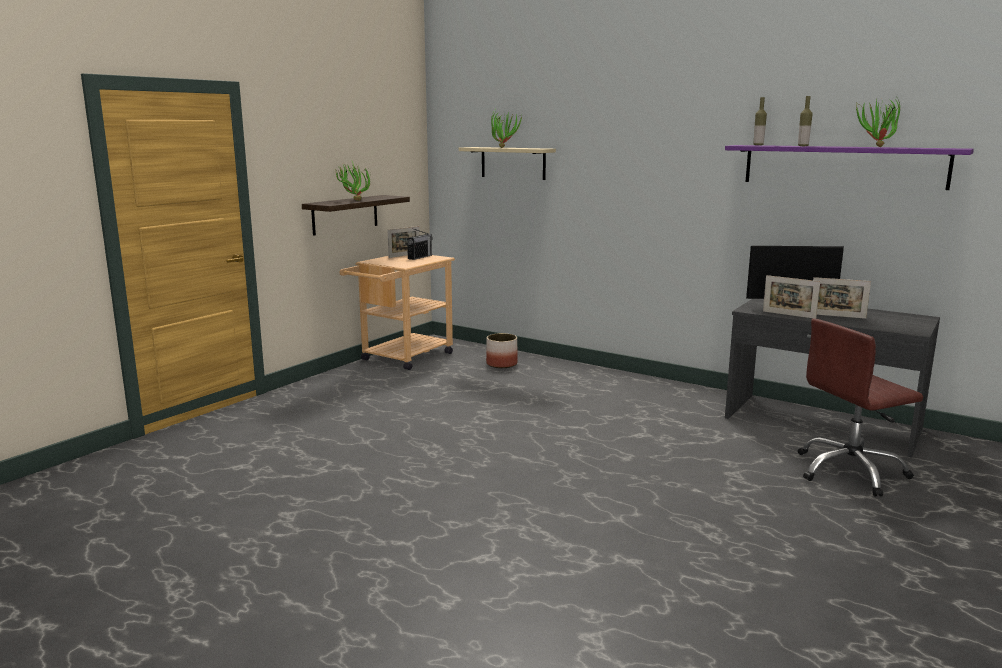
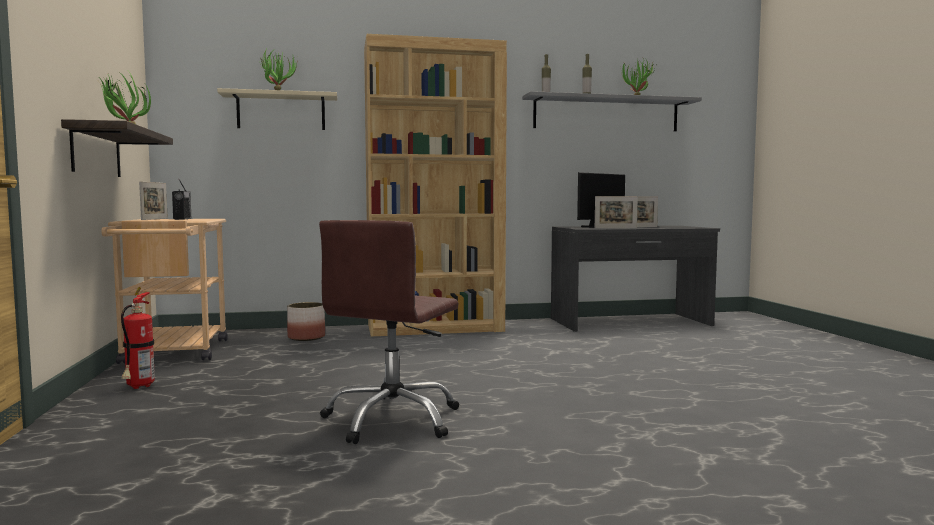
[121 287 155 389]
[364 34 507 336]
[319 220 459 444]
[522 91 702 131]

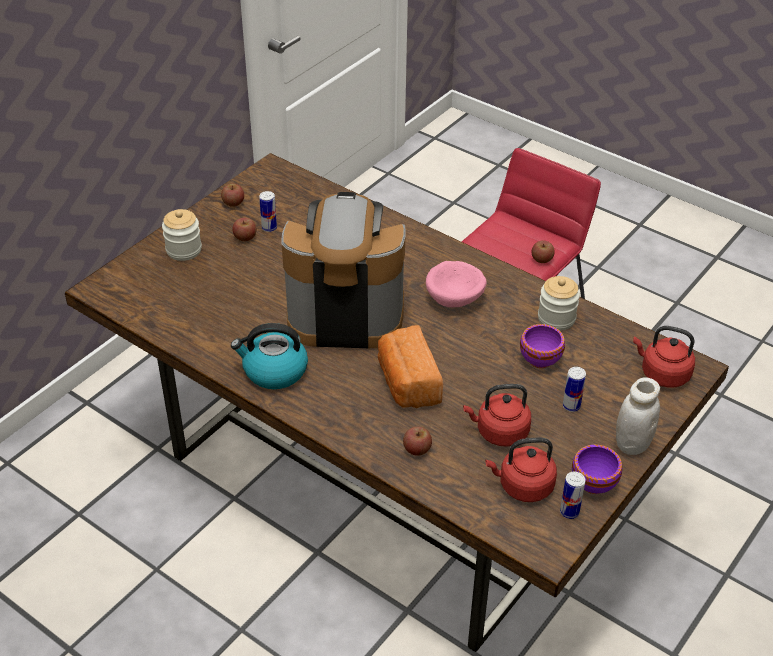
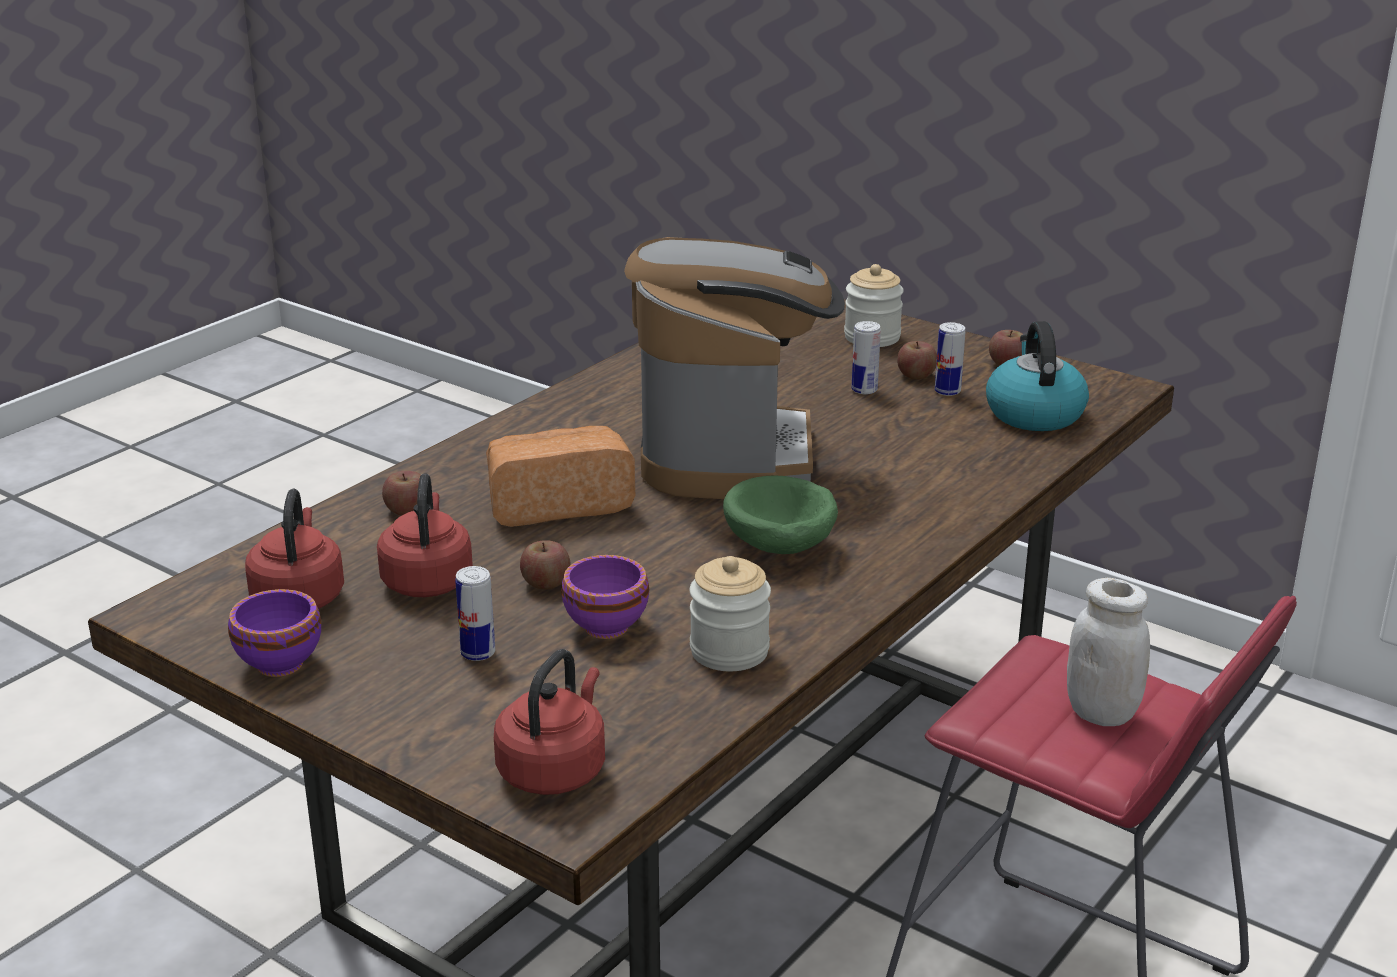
[986 321 1089 431]
[520 540 570 590]
[851 321 881 394]
[1067 578 1150 726]
[723 476 838 554]

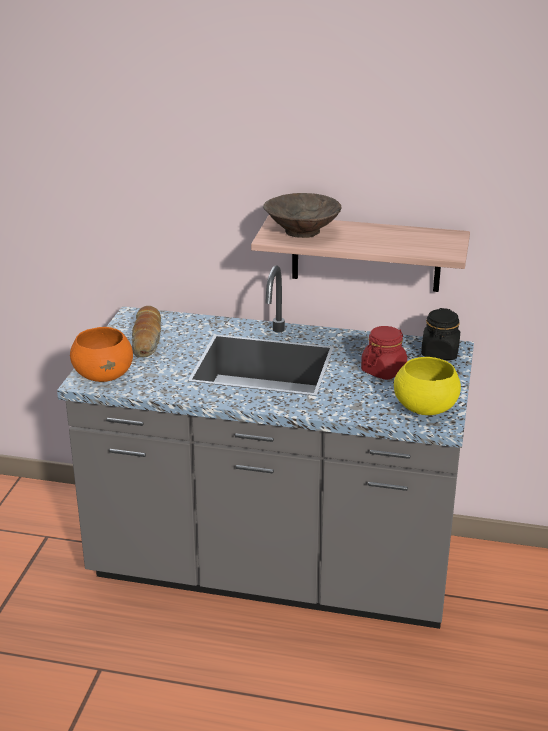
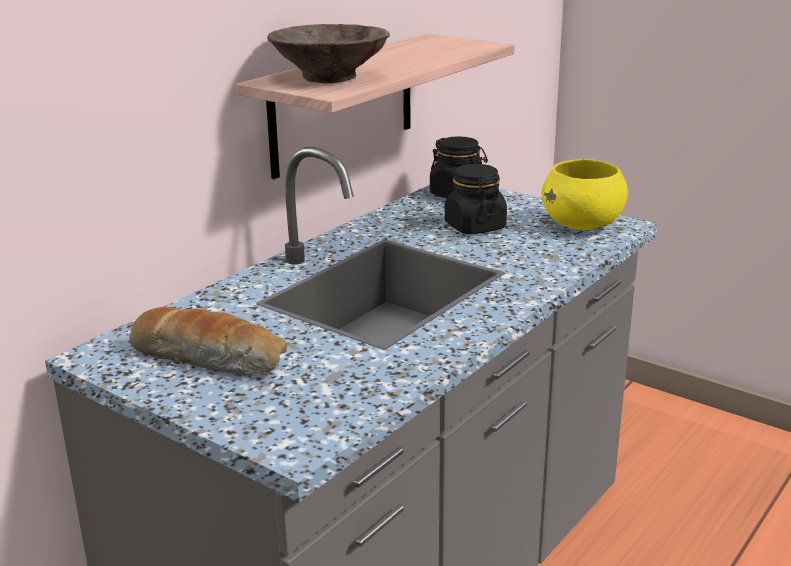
[70 327 133 382] (first image)
[445 164 507 234]

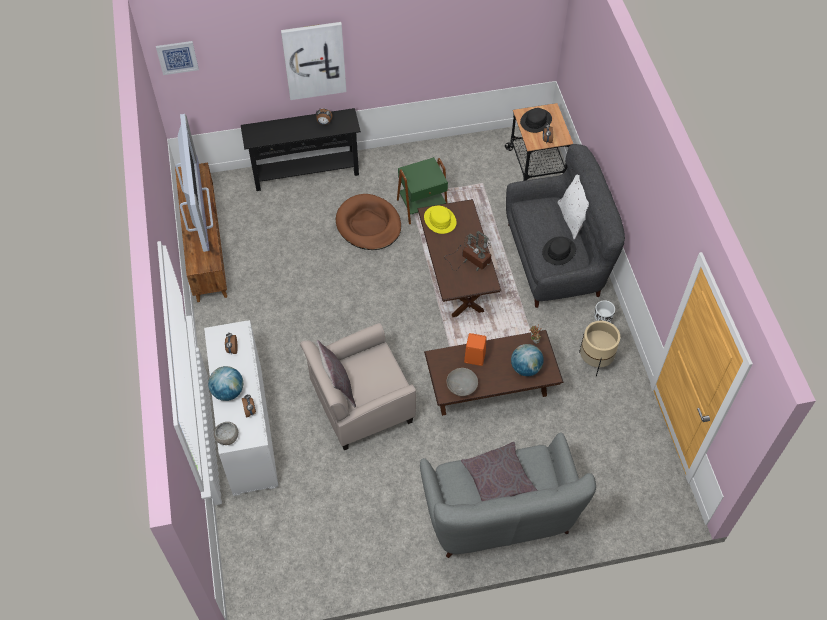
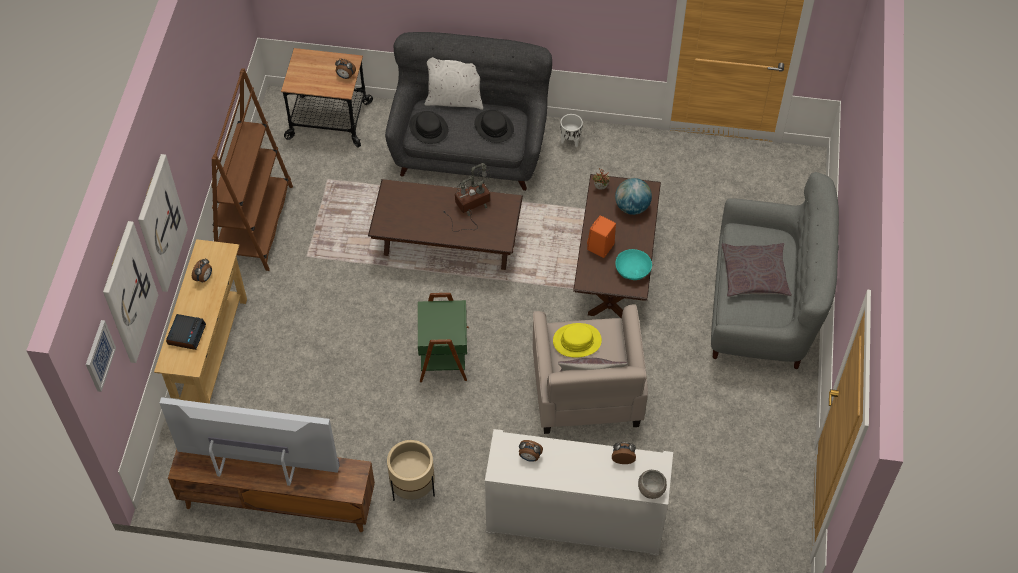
[208 366 243 401] (first image)
[336 194 401 250] (first image)
[103 221 158 363]
[166 314 206 350]
[212 69 293 271]
[418 293 469 383]
[553 323 602 358]
[409 111 448 144]
[387 440 435 501]
[154 239 247 404]
[615 249 652 280]

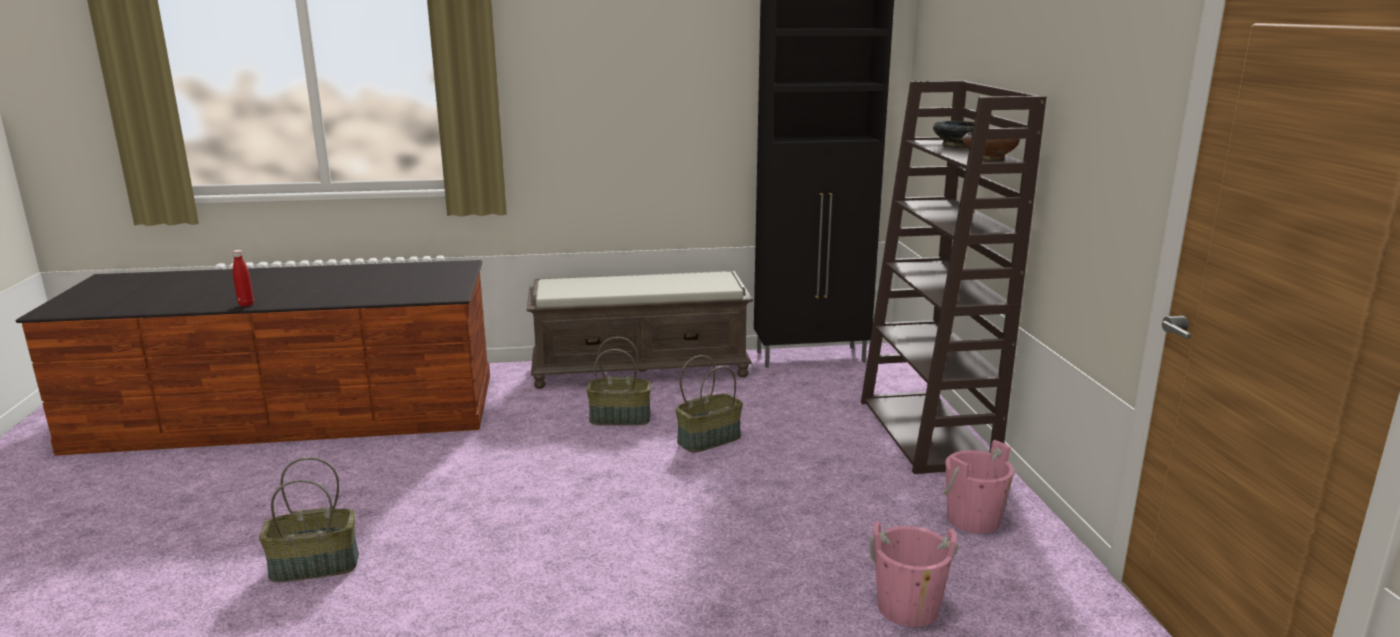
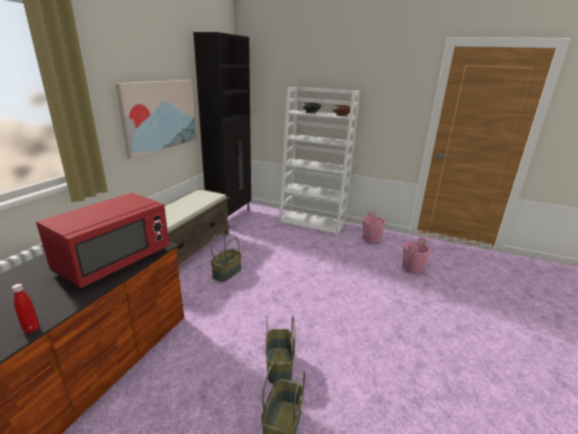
[36 193 169 288]
[115 80 196 159]
[265 315 295 384]
[279 87 360 236]

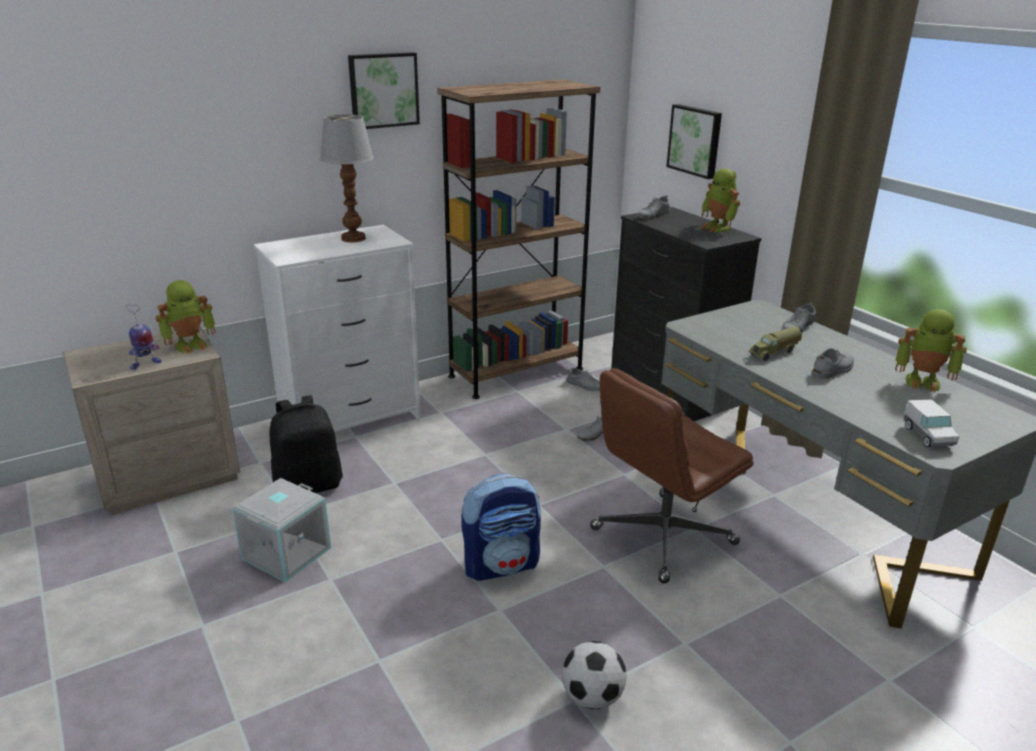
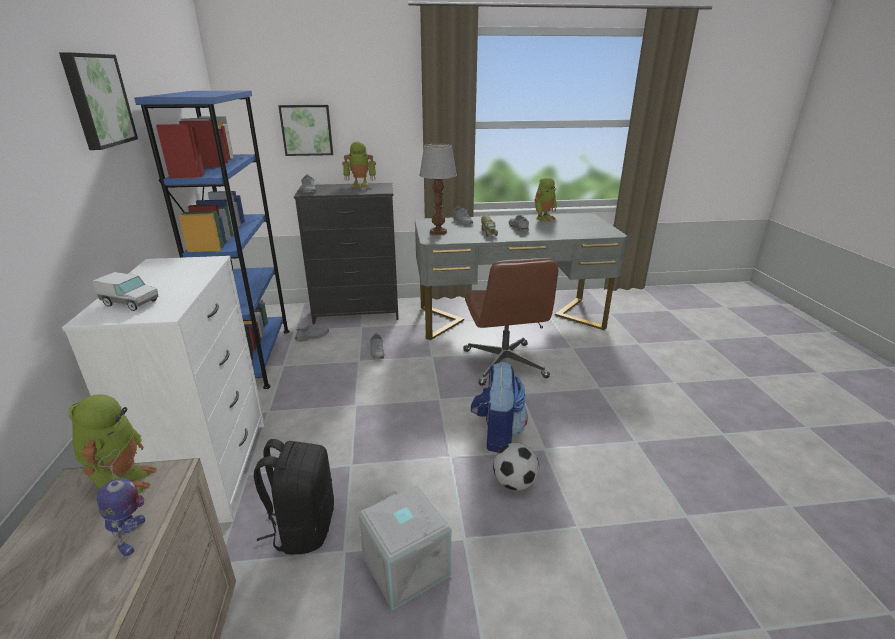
[419 144 457 235]
[493 443 539 490]
[92 272 158 311]
[134 91 290 389]

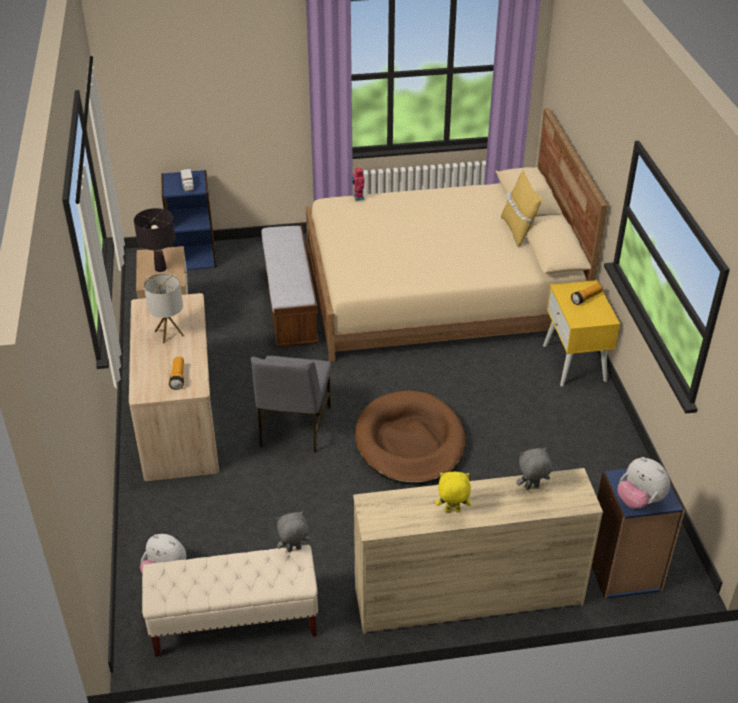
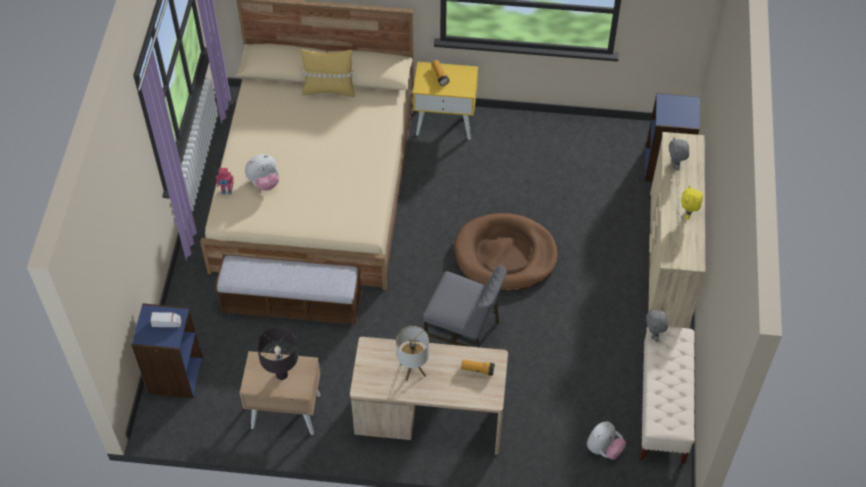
[245 154 279 191]

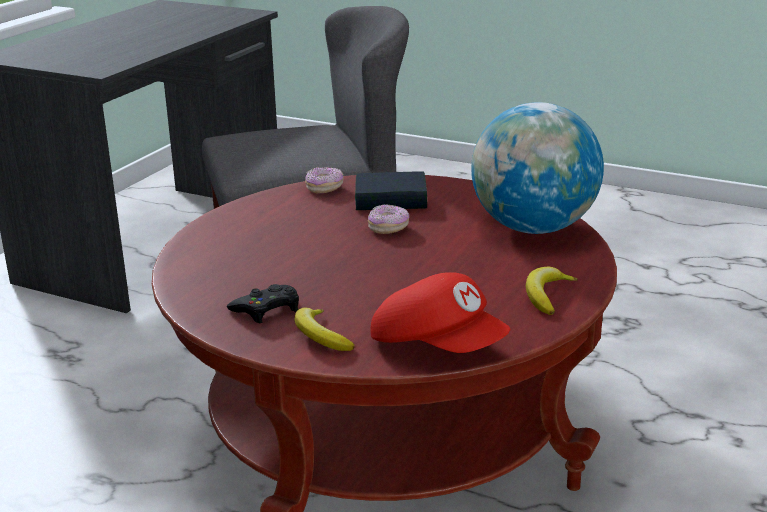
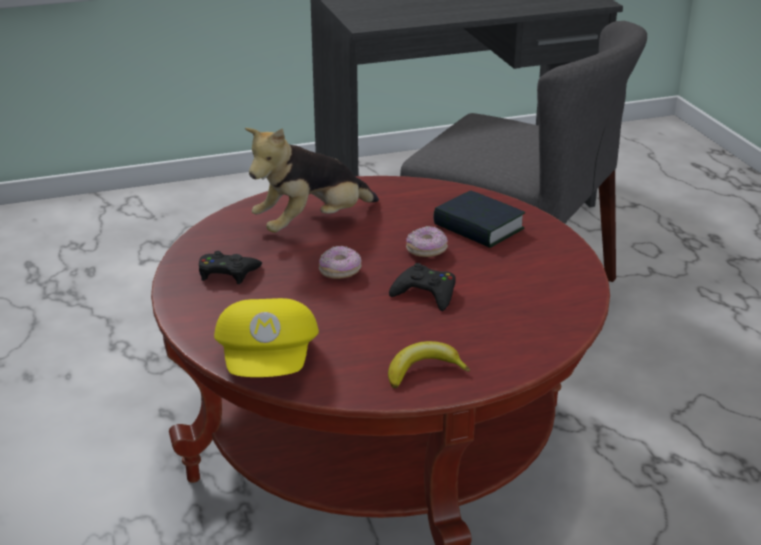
[295 308 355 351] (first image)
[471 102 604 234] (first image)
[245 128 379 233]
[389 263 456 311]
[319 246 362 279]
[214 298 319 377]

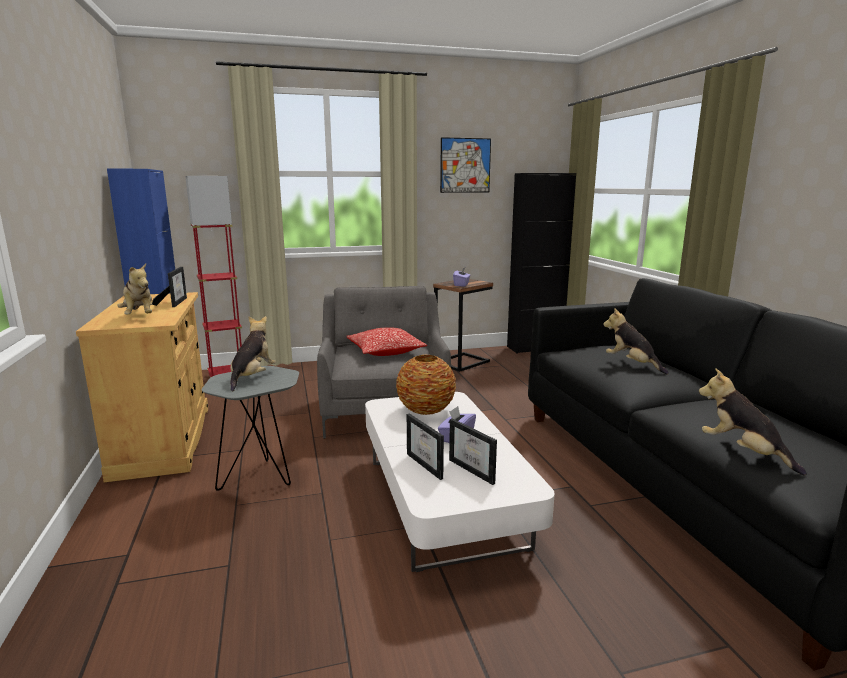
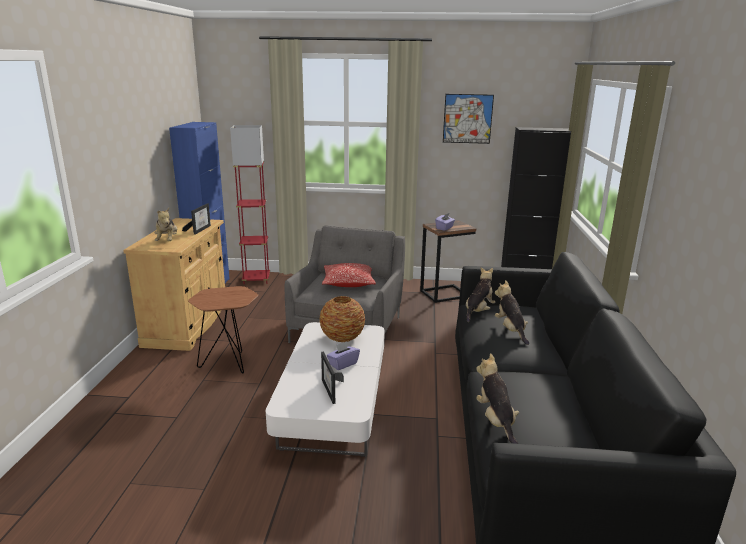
[407 413 444 480] (first image)
[466 267 495 322]
[188 286 258 373]

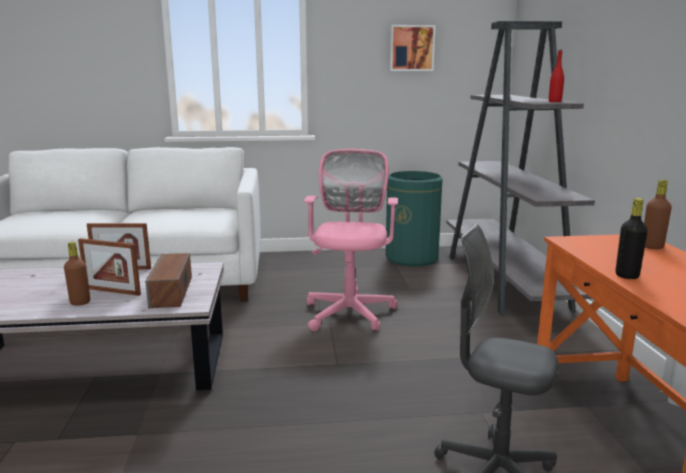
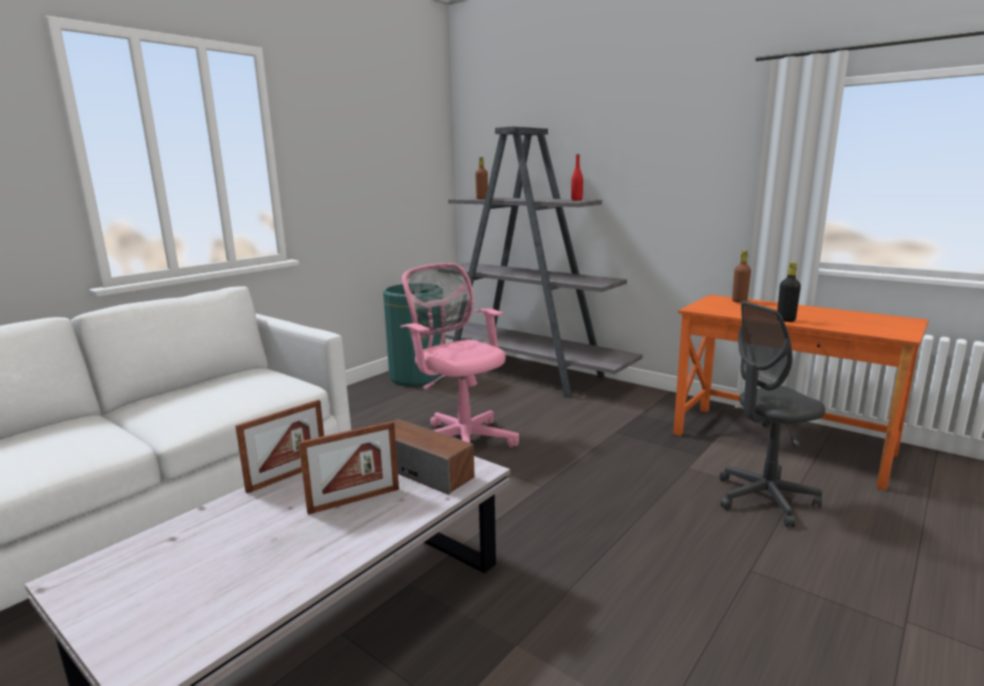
[390 25 435 71] (first image)
[475 157 488 199]

